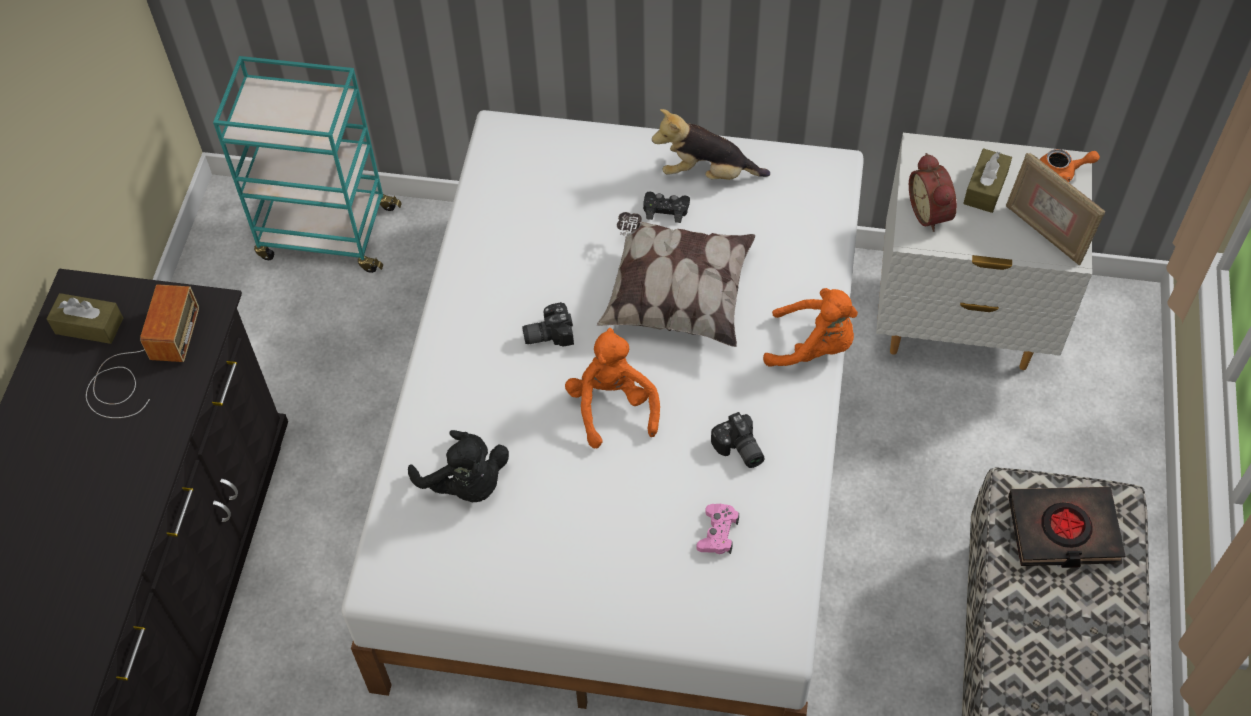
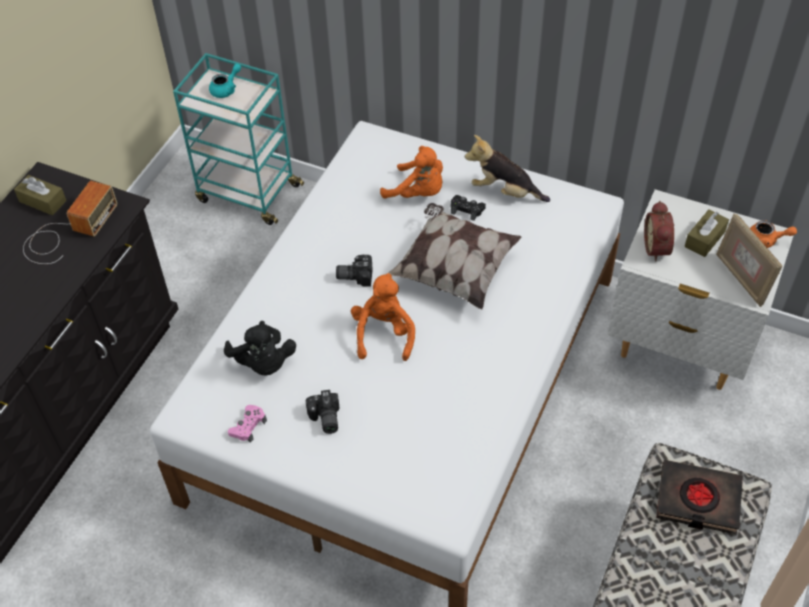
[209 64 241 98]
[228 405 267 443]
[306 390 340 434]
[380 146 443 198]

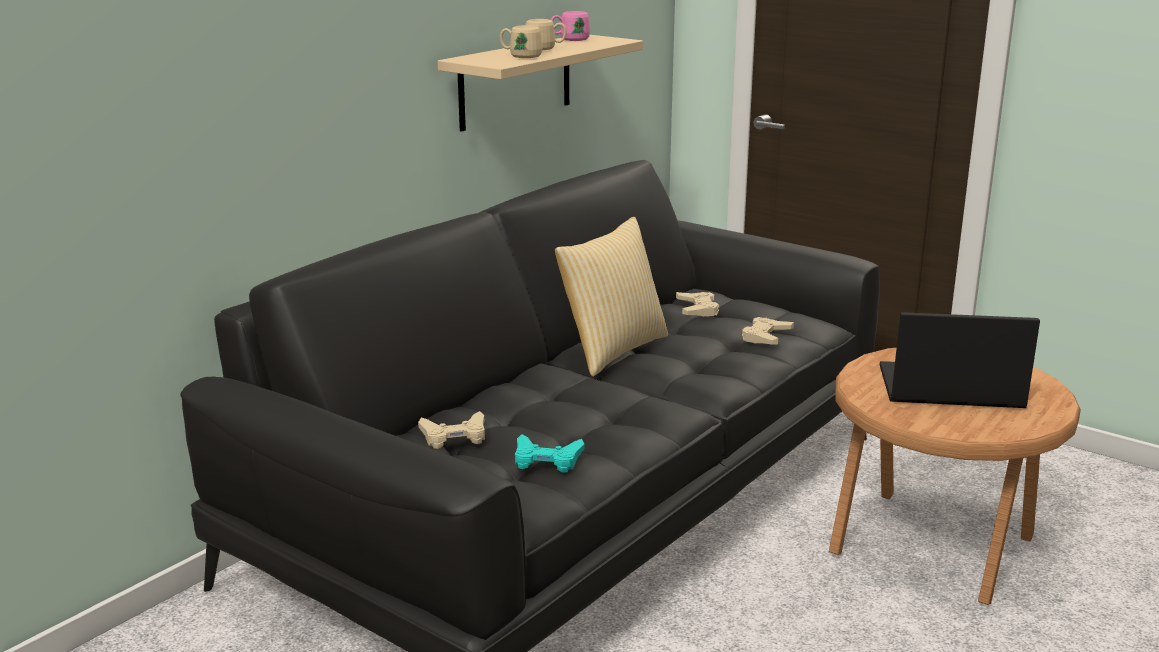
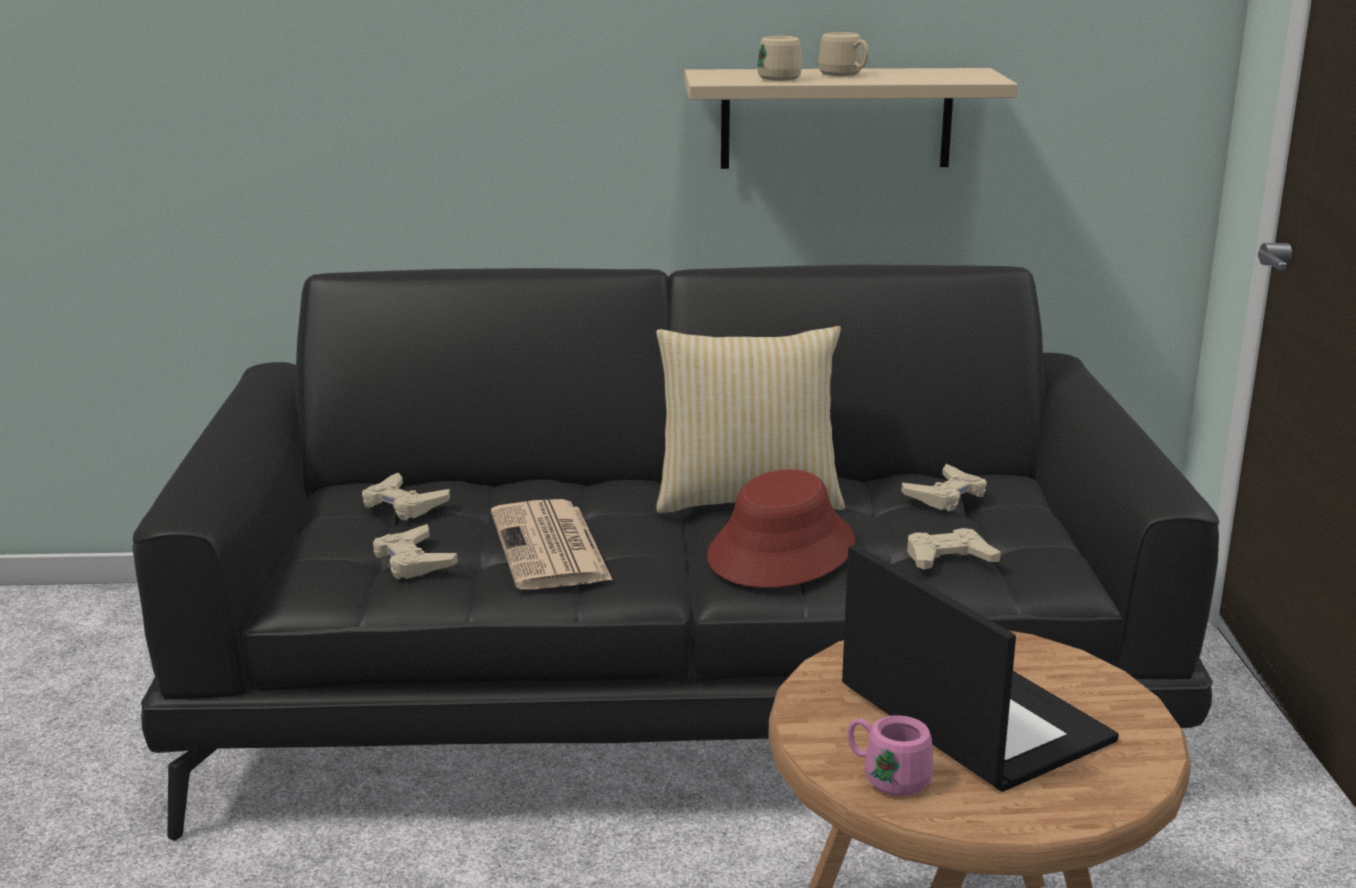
[491 499 613 589]
[707 469 855 588]
[848 715 933 796]
[373 524 458 579]

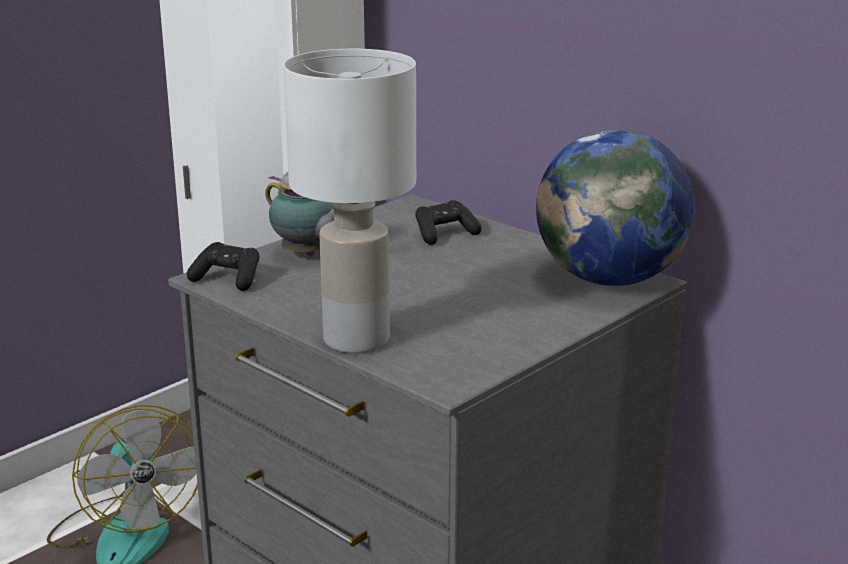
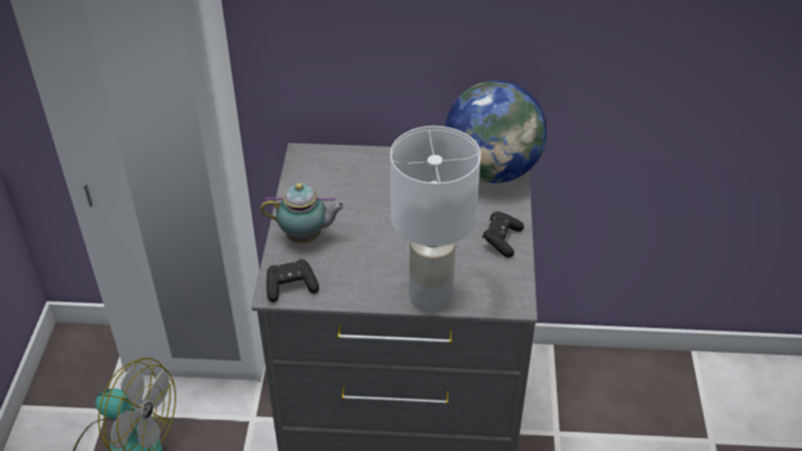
[482 212 524 258]

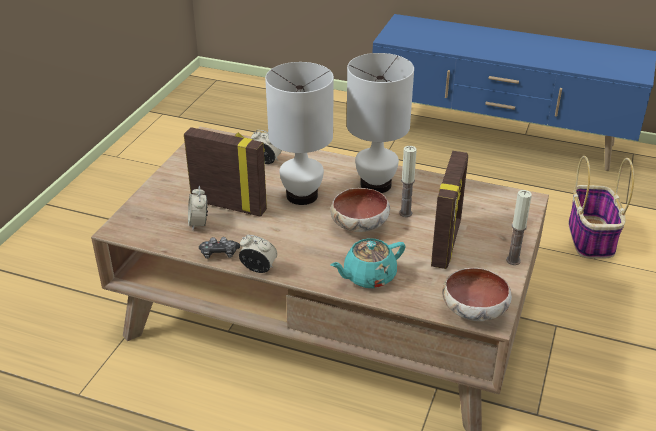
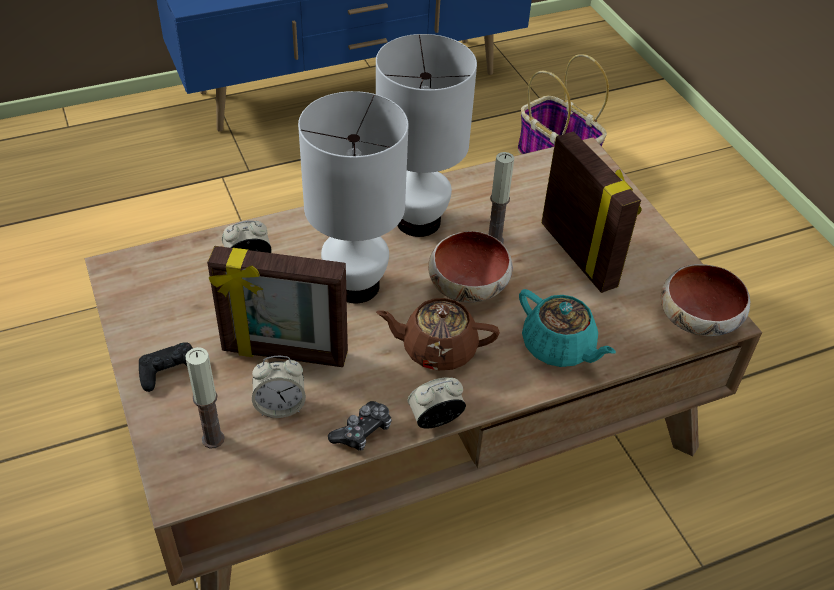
[139 342 193 392]
[376 298 500 371]
[185 347 225 449]
[207 246 348 367]
[252 356 306 418]
[519 289 616 367]

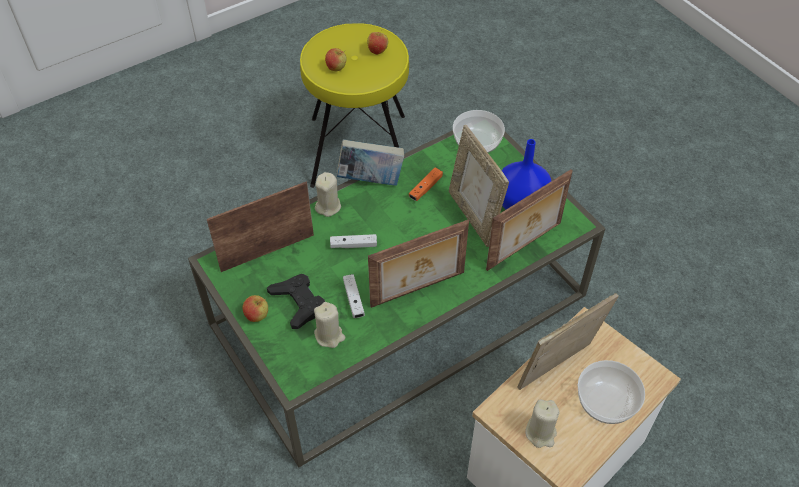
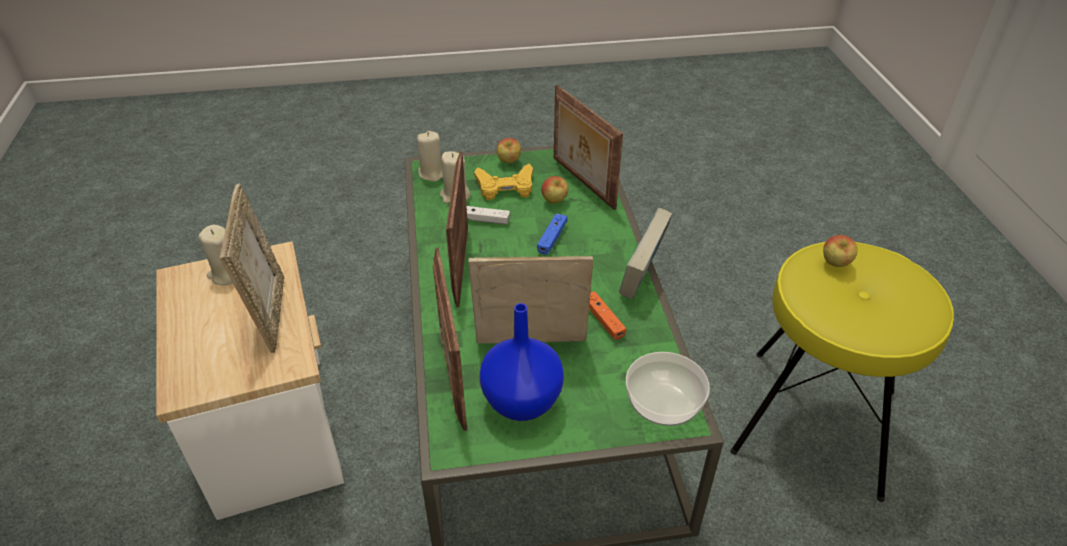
[578 360 645 424] (first image)
[417 131 443 182]
[541 176 569 204]
[474 164 533 200]
[537 213 567 255]
[554 85 623 210]

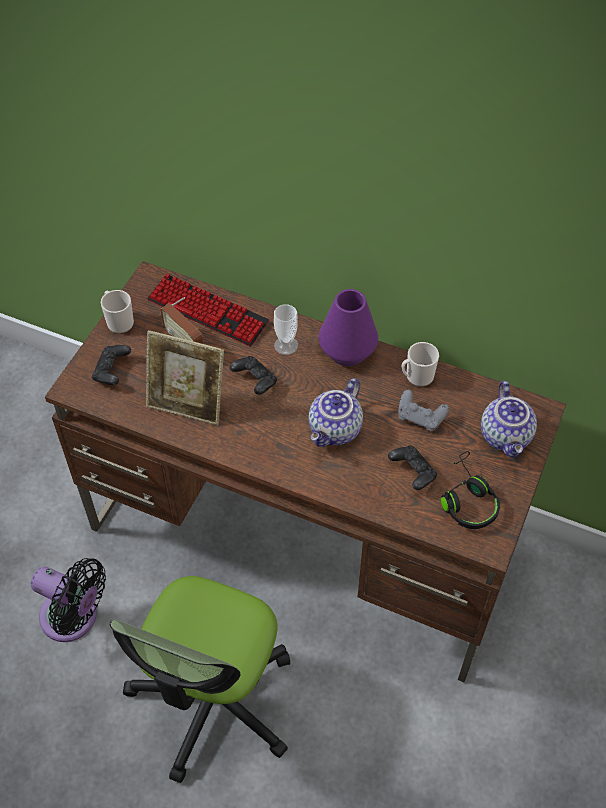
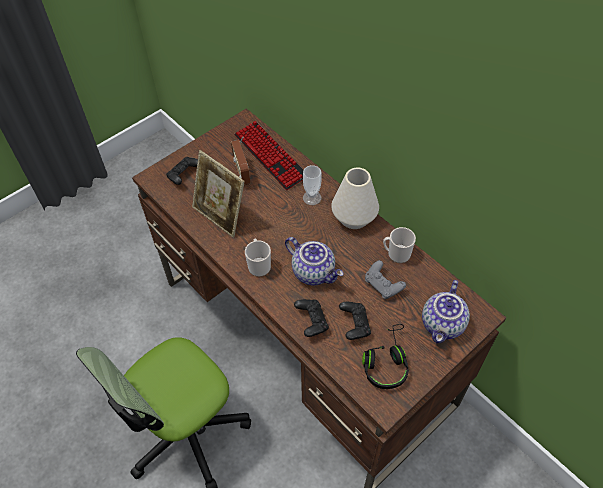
[31 558 106 642] (first image)
[245 238 271 277]
[294 299 329 337]
[331 168 379 229]
[285 237 343 285]

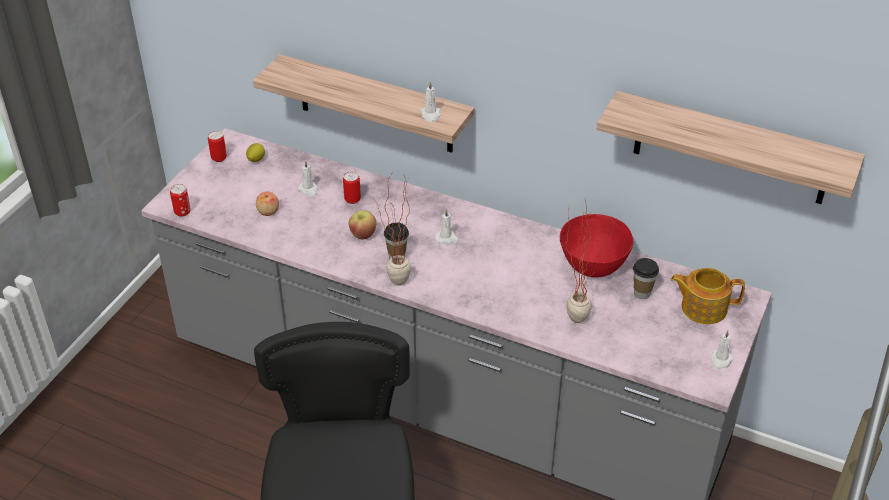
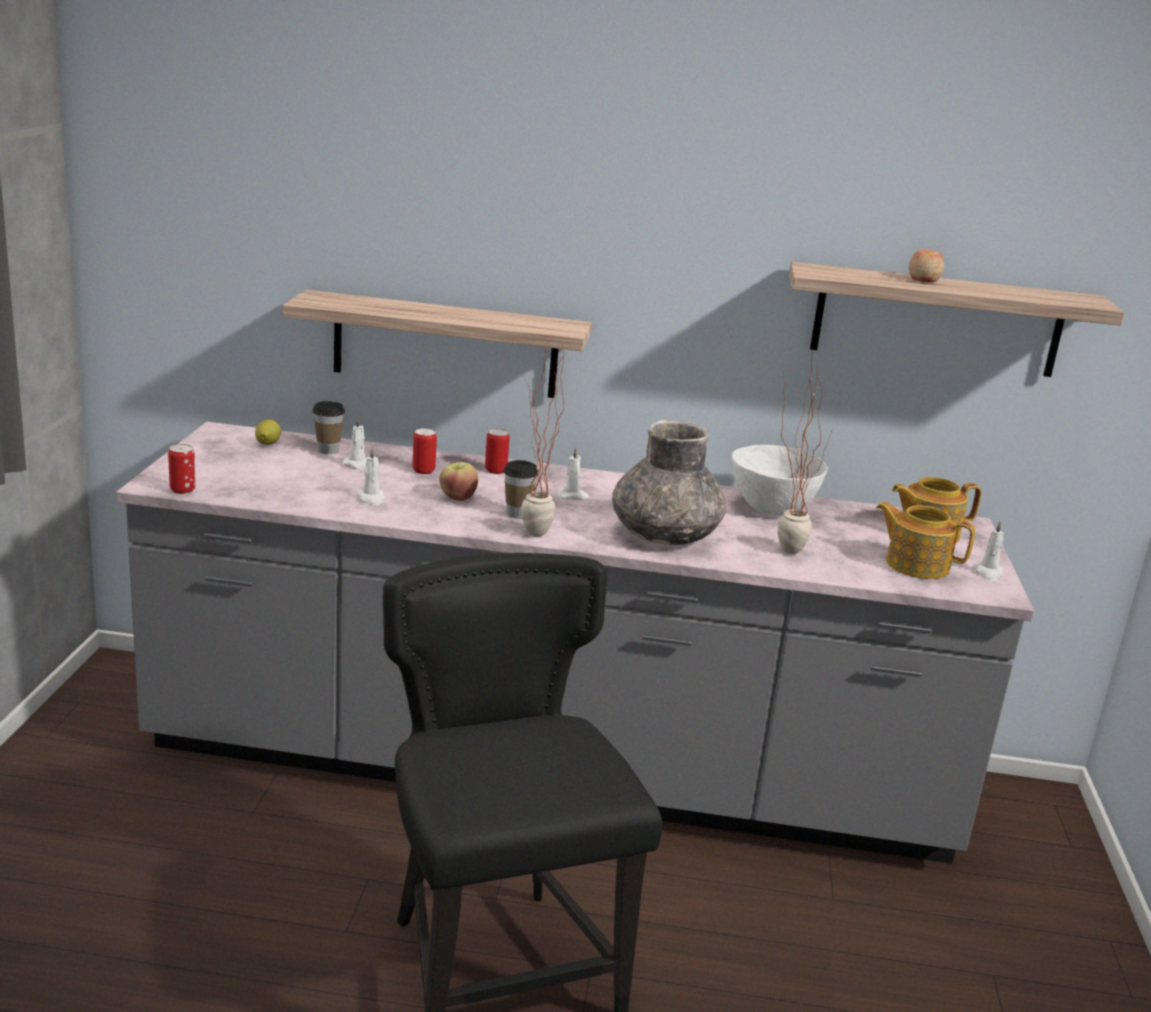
[612 420 726 545]
[876 502 975 579]
[485 429 510 474]
[909 249 944 282]
[356 447 385 505]
[312 401 345 454]
[732 445 828 515]

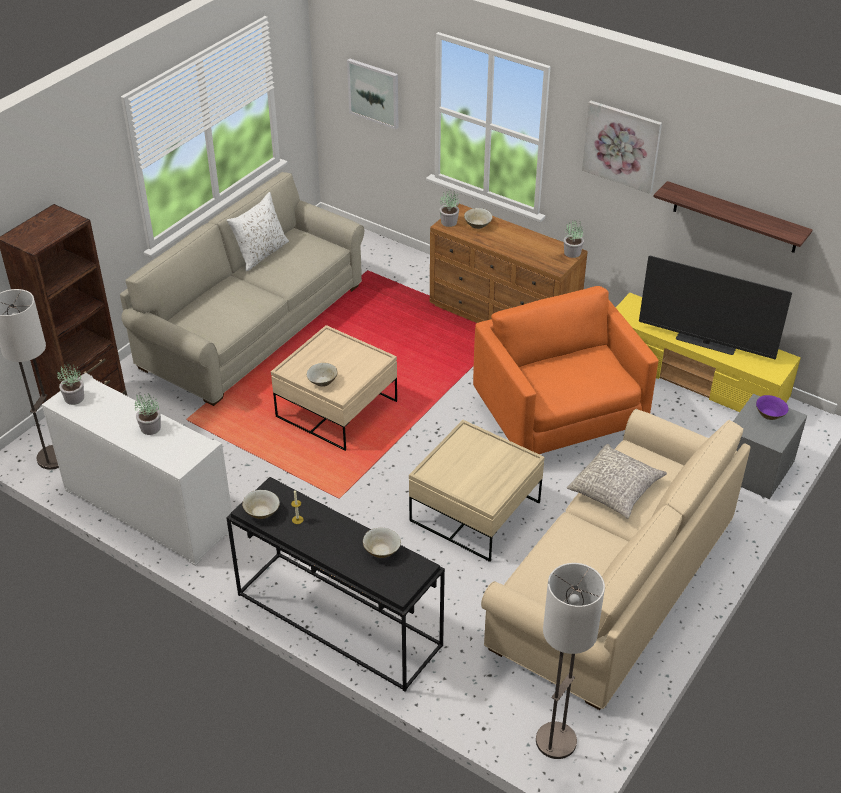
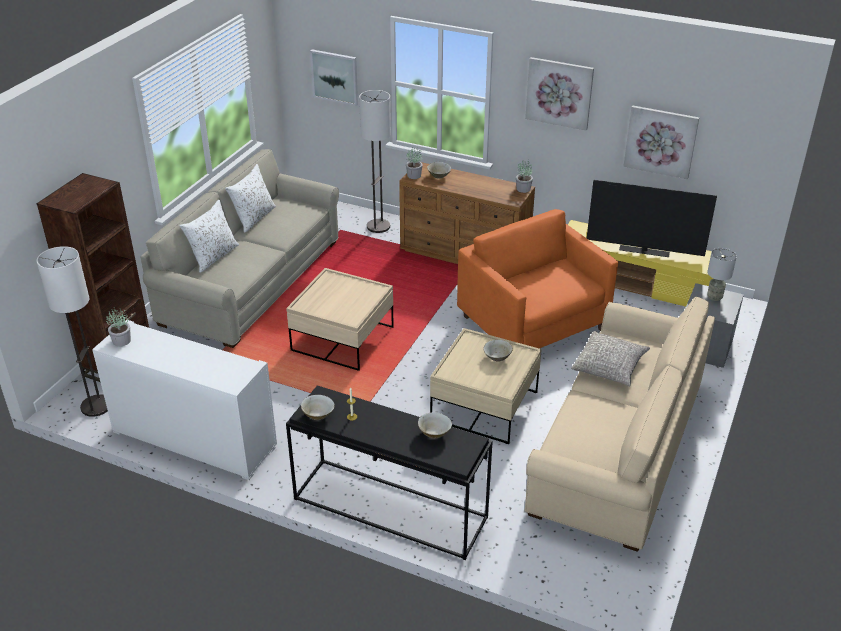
[135 394 161 435] (first image)
[180 200 239 273]
[483 340 513 361]
[359 90 391 233]
[623 105 699 179]
[707 248 737 301]

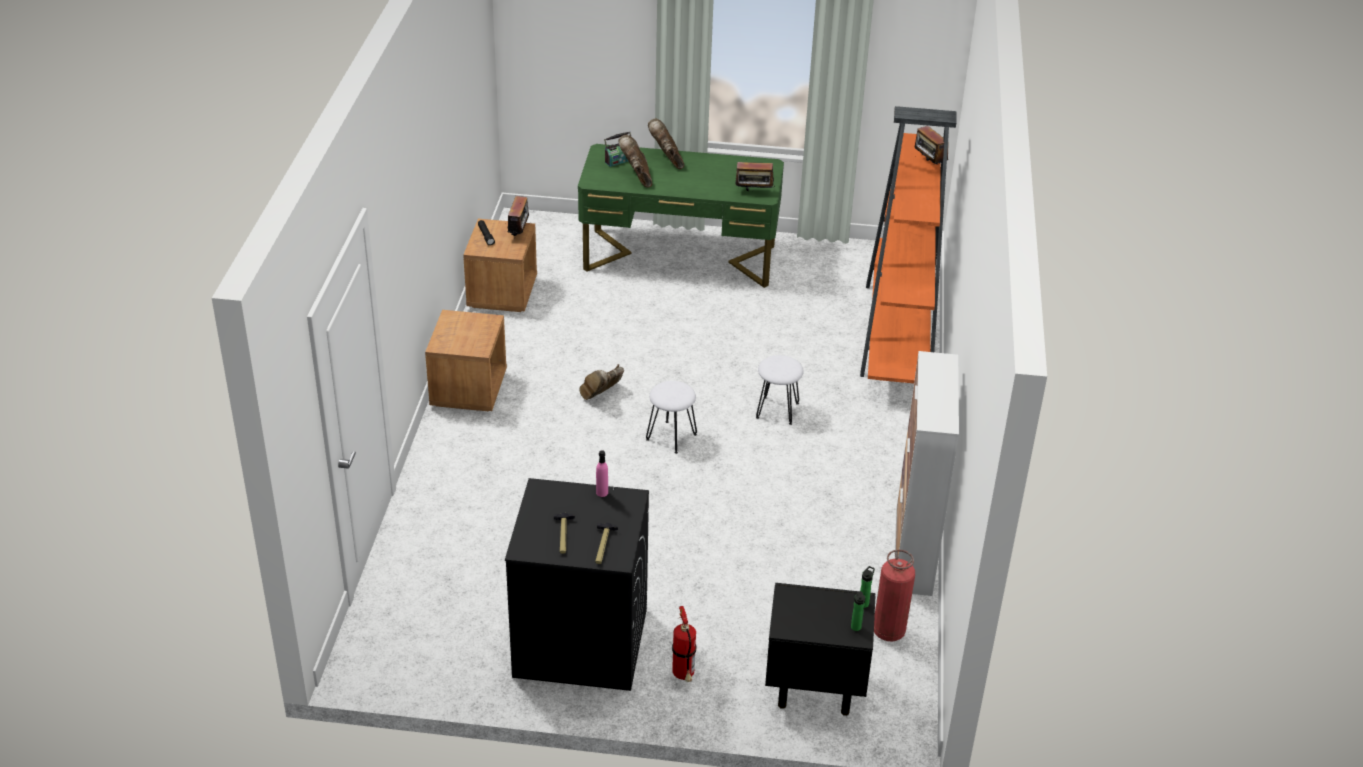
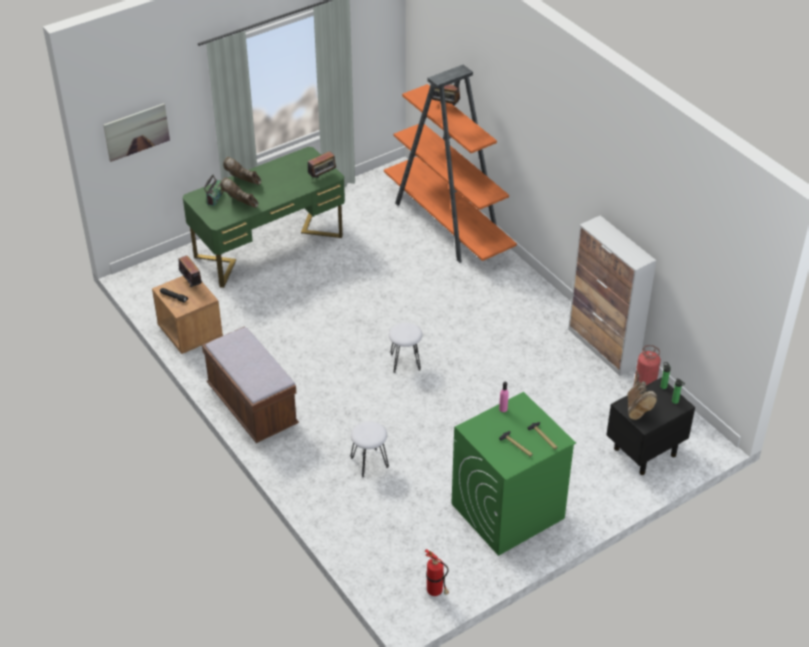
[103 103 170 162]
[628 381 657 420]
[425 549 449 596]
[351 421 389 477]
[202 327 299 443]
[452 392 576 556]

